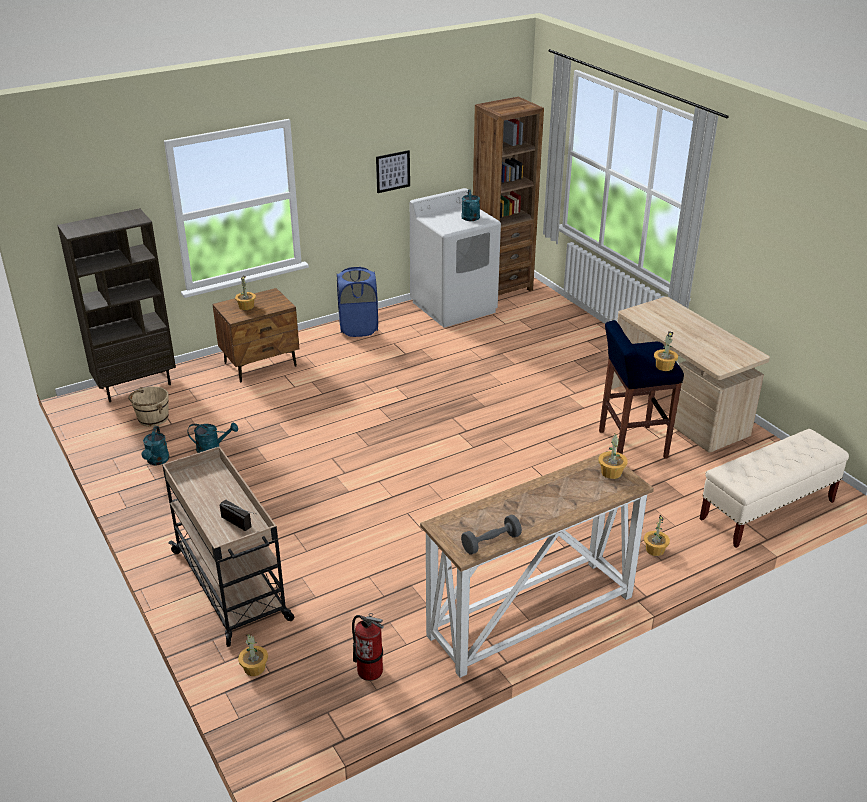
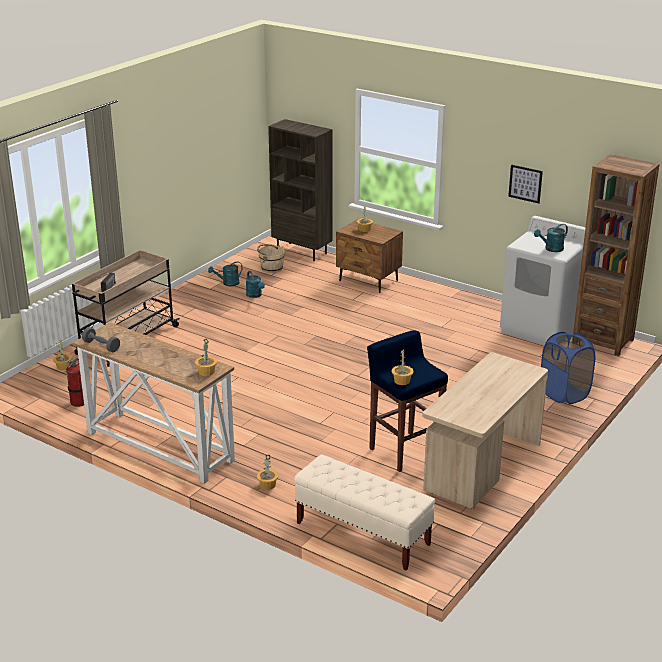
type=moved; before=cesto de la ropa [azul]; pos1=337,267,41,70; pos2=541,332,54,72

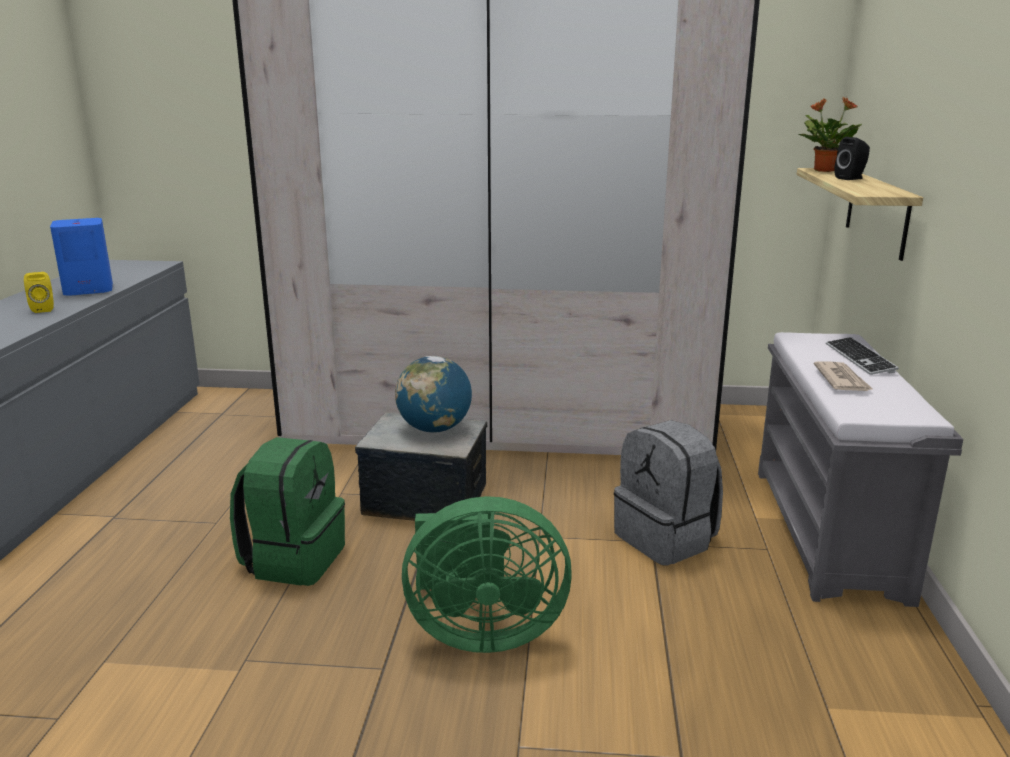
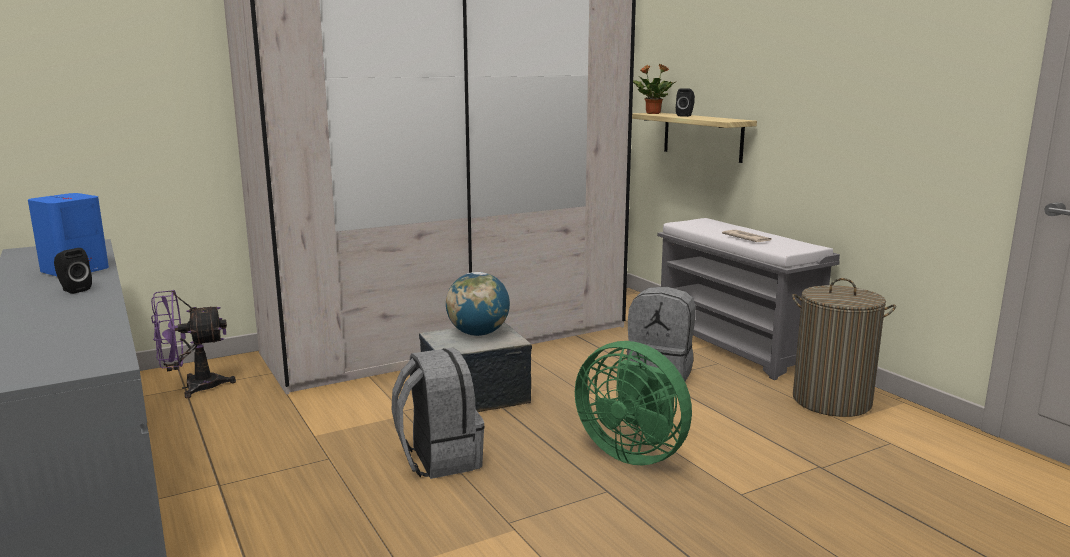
type=recoloured; before=altavoz [amarillo]; after=altavoz [negro]; pos1=24,272,30,41; pos2=54,248,38,46
type=removed; before=teclado; pos1=826,337,73,38
type=recoloured; before=mochila [verde]; after=mochila [gris]; pos1=230,437,115,149; pos2=391,348,94,131
type=turned; before=ventilador [verde]; pos1=402,496,170,157; pos2=575,341,117,124; turn=75
type=added; after=cesto de la ropa; pos2=792,278,104,139
type=added; after=ventilador [morado]; pos2=151,290,85,108

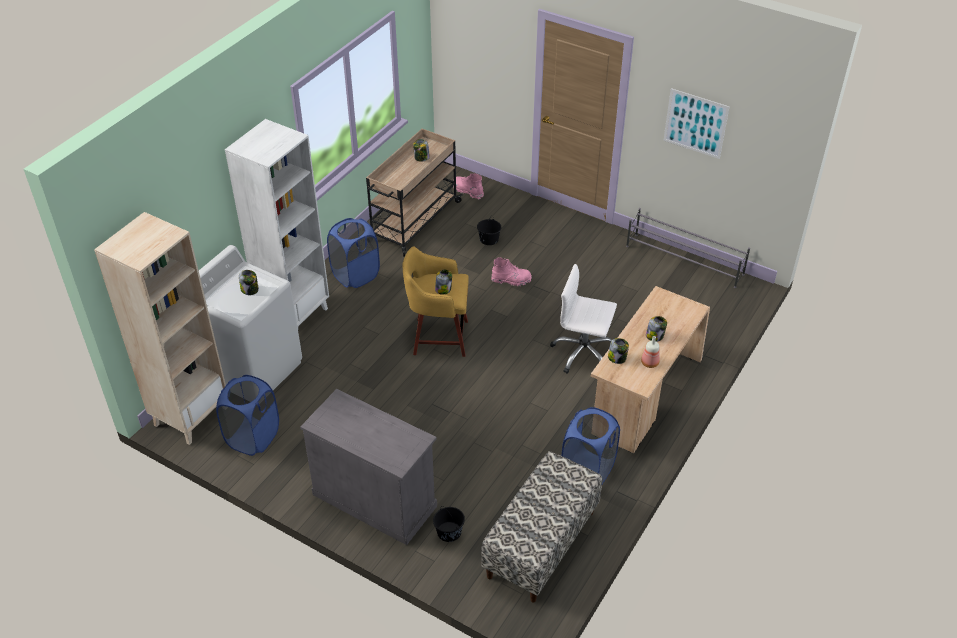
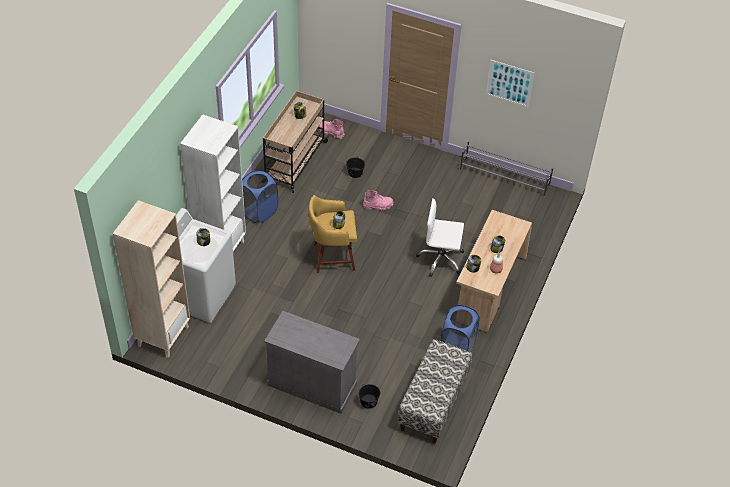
type=removed; before=cesto de la ropa [azul]; pos1=216,375,63,81

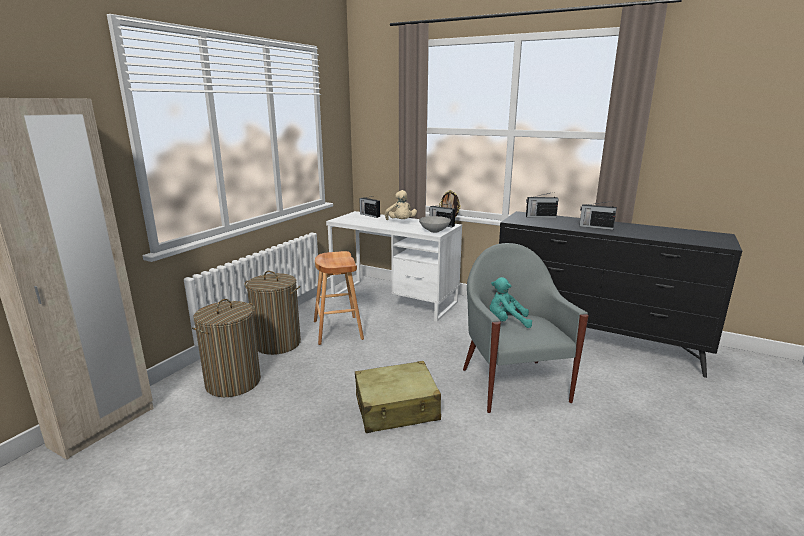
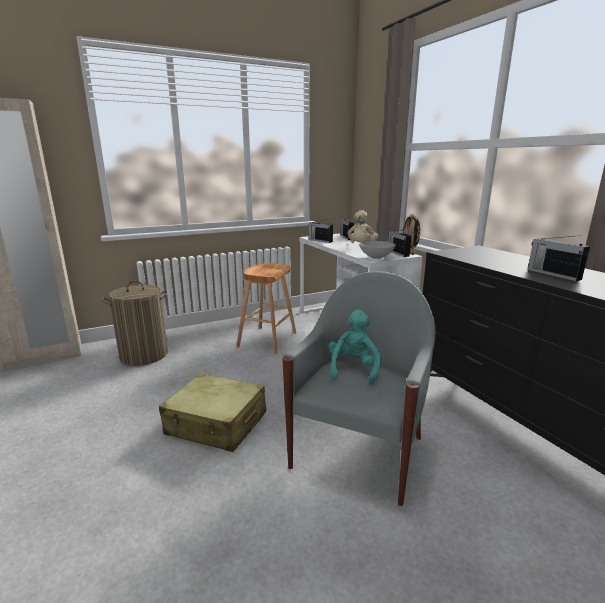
type=moved; before=radio; pos1=526,192,33,26; pos2=309,220,24,23
type=removed; before=cesto de la ropa; pos1=245,271,56,84
type=turned; before=peluche [turquesa]; pos1=490,277,42,51; pos2=329,309,52,76; turn=60

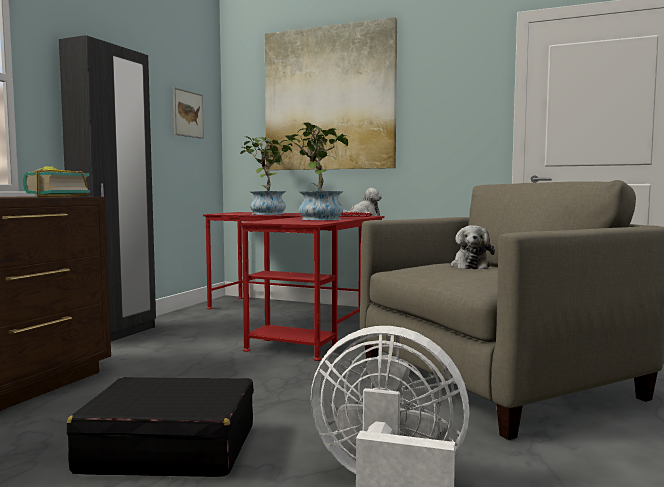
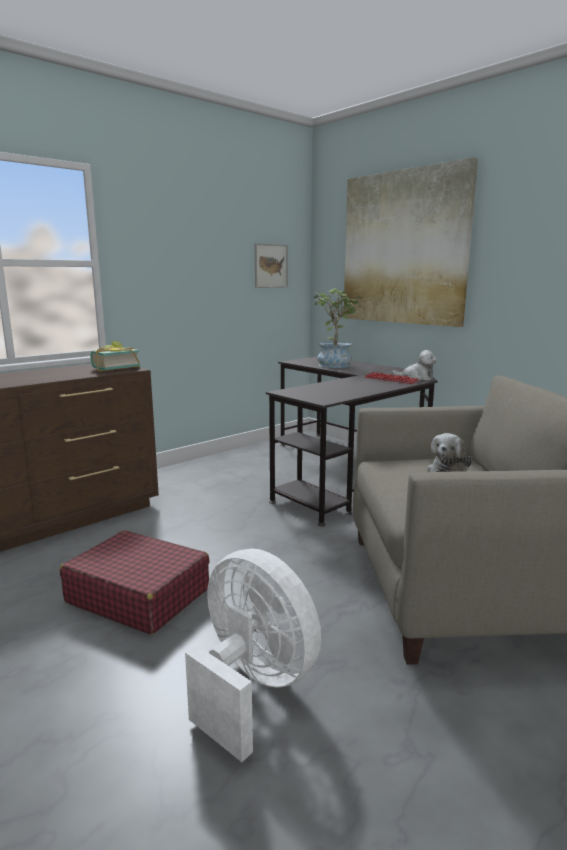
type=removed; before=armario ropero [negro]; pos1=59,35,97,306
type=removed; before=planta en maceta; pos1=279,123,72,97
type=recoloured; before=escritorio [rojo]; after=escritorio [negro]; pos1=203,212,182,149; pos2=266,356,172,170
type=recoloured; before=maleta [negro]; after=maleta [rojo]; pos1=67,377,187,100; pos2=60,530,150,105

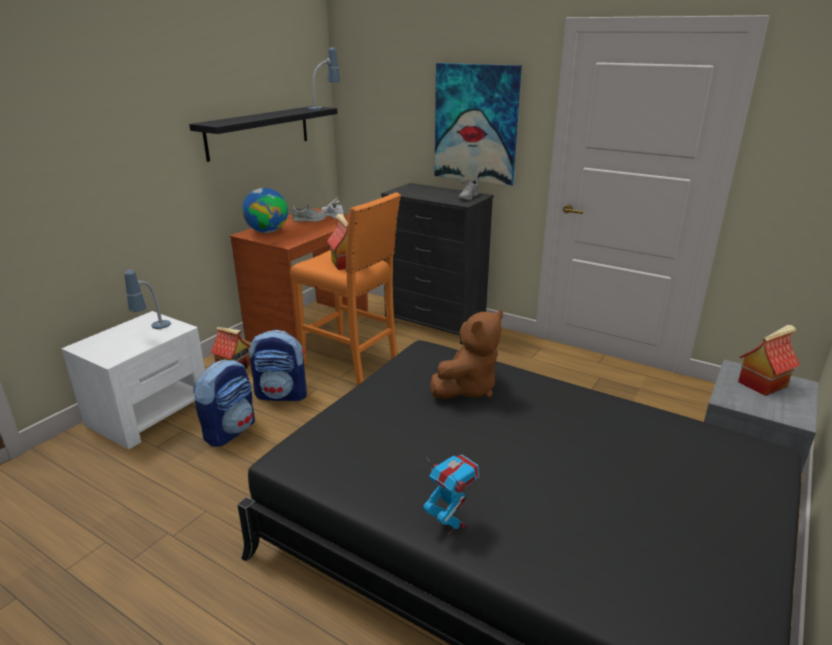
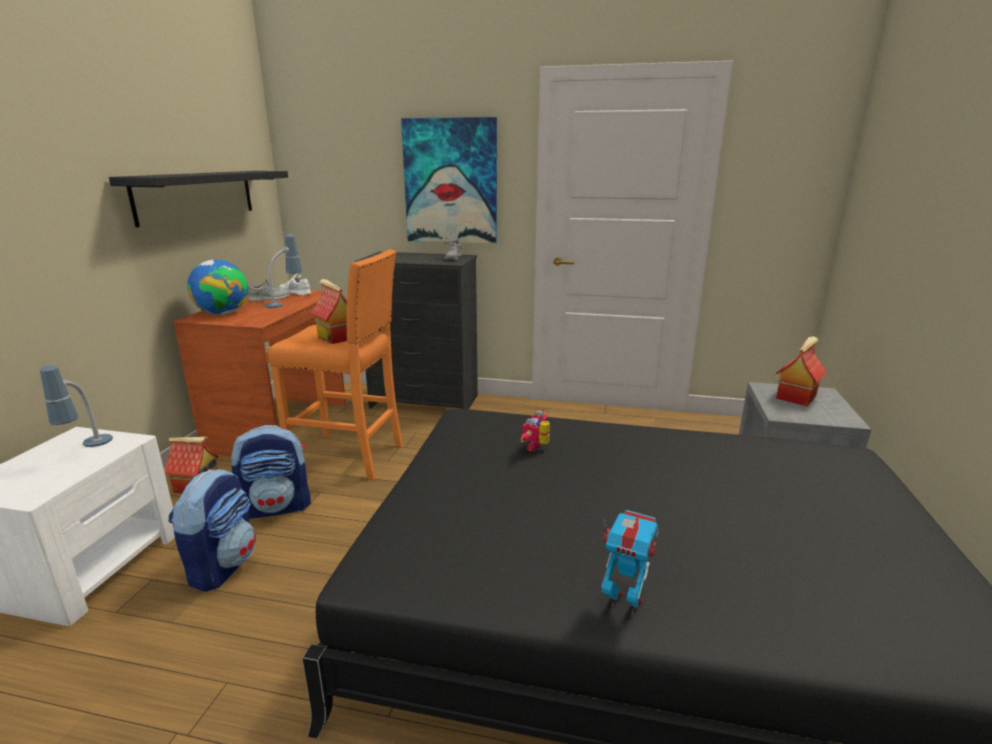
type=moved; before=lámpara de mesa; pos1=308,48,32,62; pos2=264,234,38,74
type=replaced; before=peluche [marrón]; after=robot de juguete; pos1=430,310,73,89; pos2=521,411,29,41

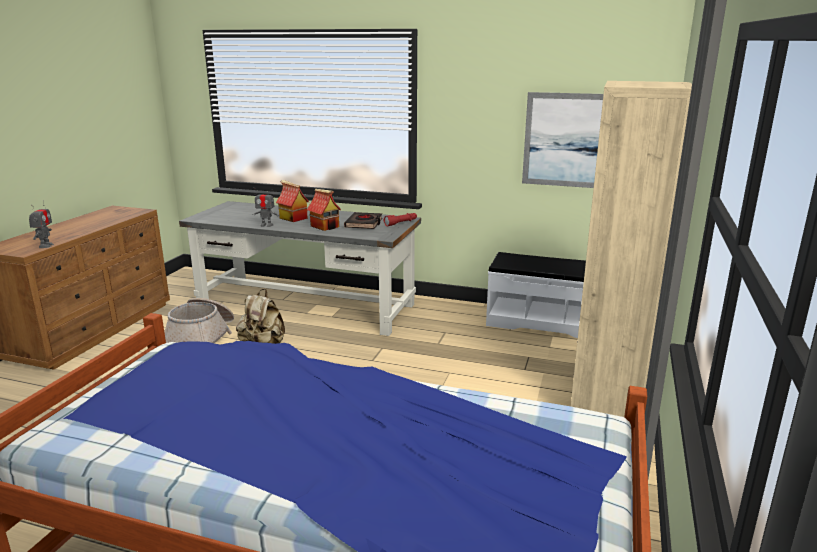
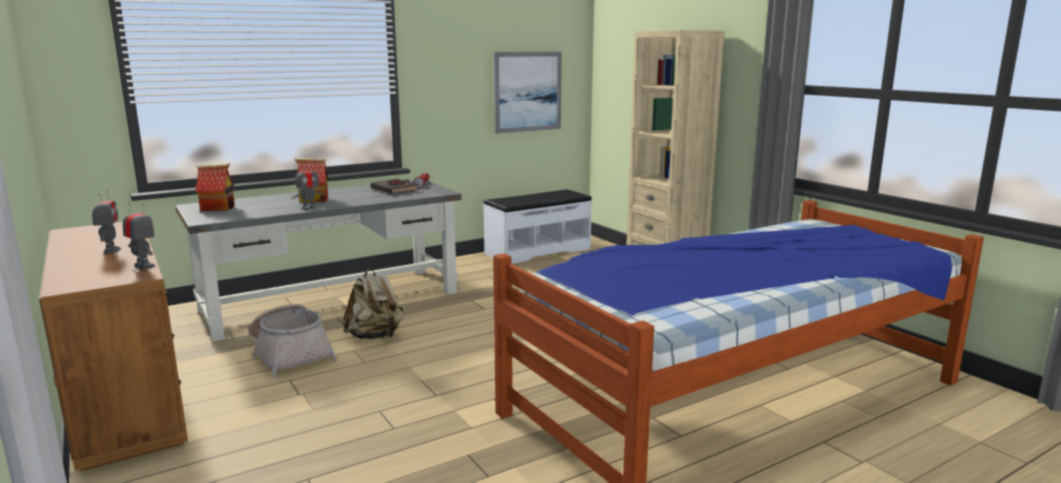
type=moved; before=casita; pos1=307,189,34,42; pos2=195,163,40,48
type=added; after=robot de juguete; pos2=92,190,29,64

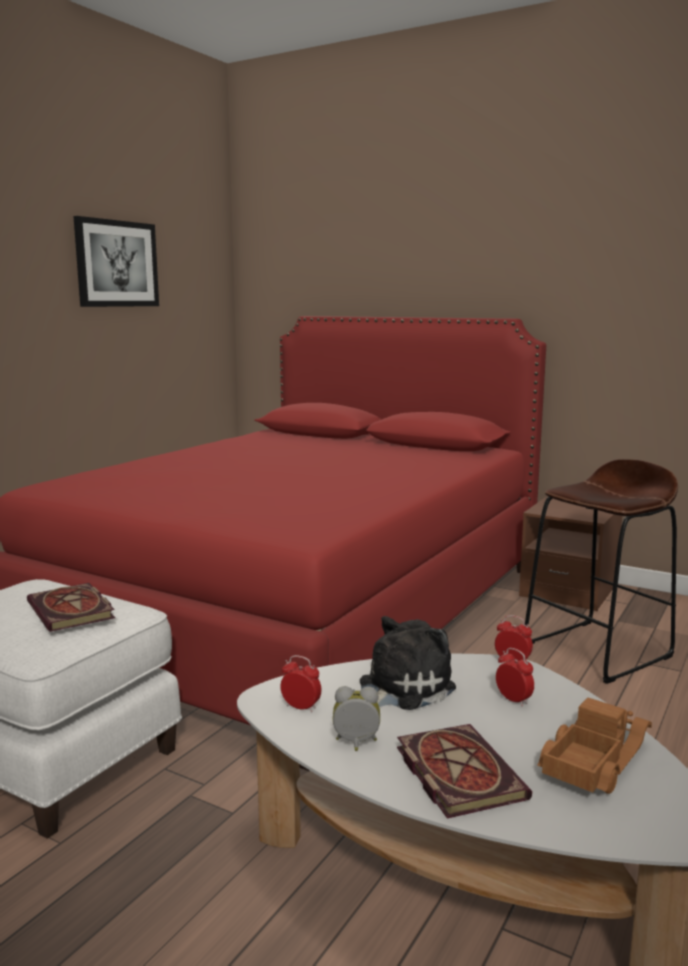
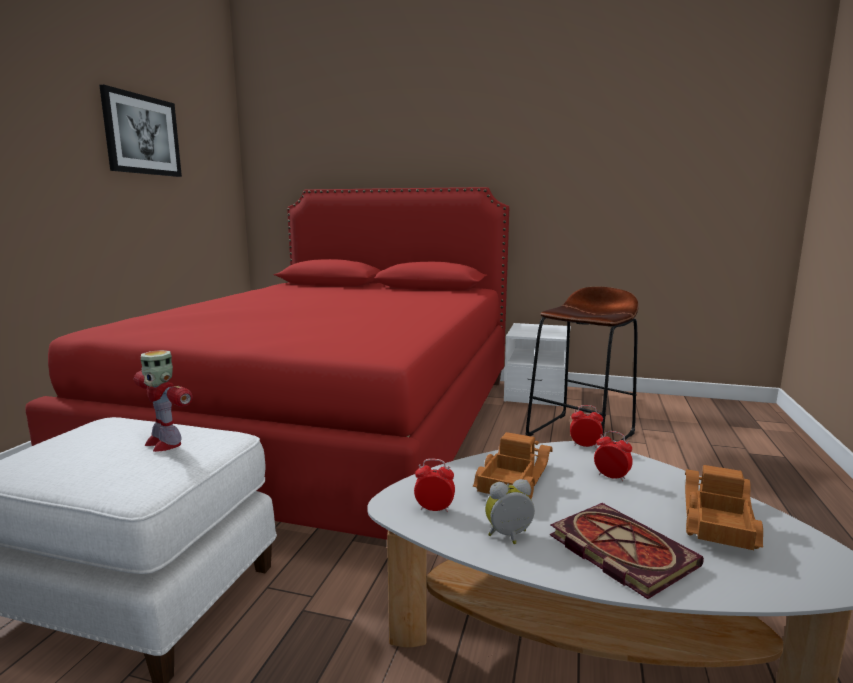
type=recoloured; before=mesita de noche [marrón]; after=mesita de noche [blanco]; pos1=519,496,103,115; pos2=504,323,67,84
type=replaced; before=libro; after=robot de juguete; pos1=27,583,88,49; pos2=134,350,58,102
type=replaced; before=peluche; after=camión de juguete; pos1=359,616,97,94; pos2=473,432,80,66

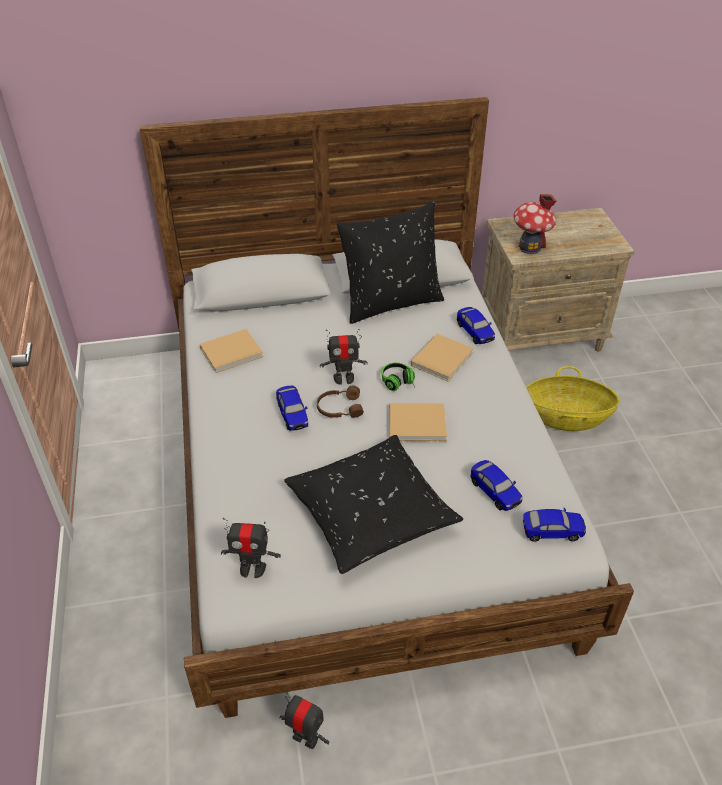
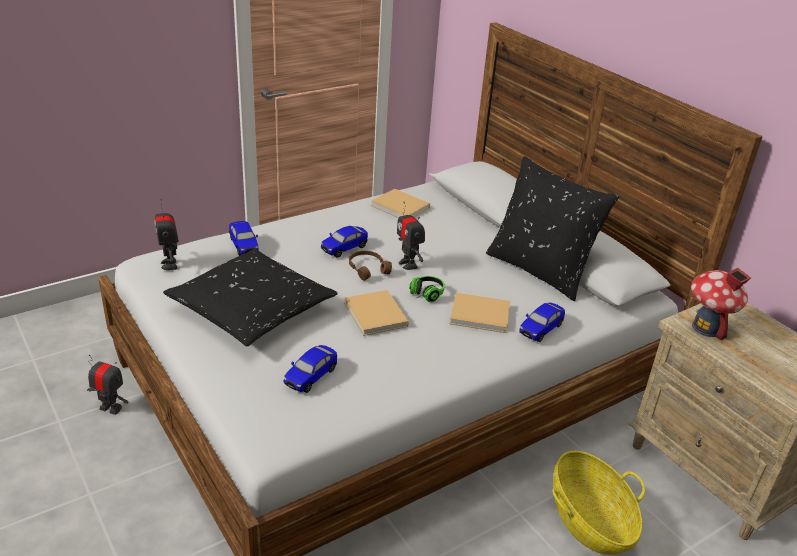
type=moved; before=coche de juguete; pos1=523,508,63,34; pos2=229,221,30,35
type=turned; before=robot de juguete; pos1=279,692,50,57; pos2=87,355,41,60; turn=-75

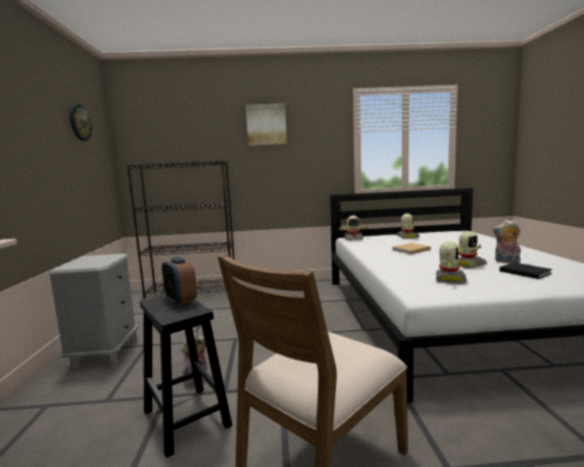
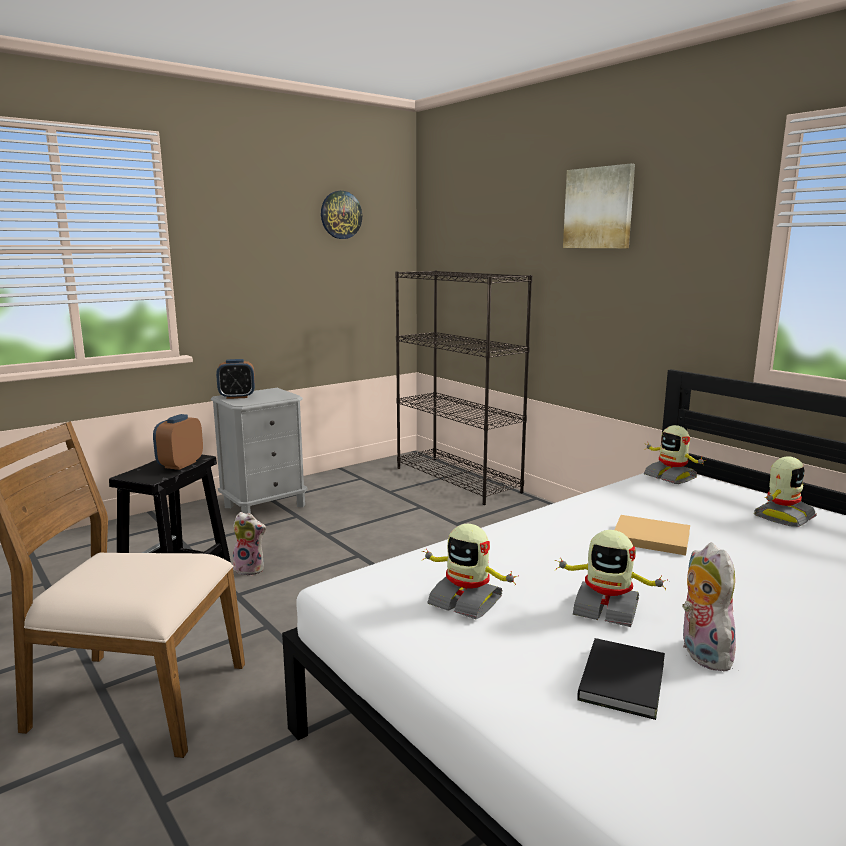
type=turned; before=robot de juguete; pos1=436,241,31,43; pos2=421,524,98,95; turn=45
type=added; after=despertador; pos2=216,359,39,40

